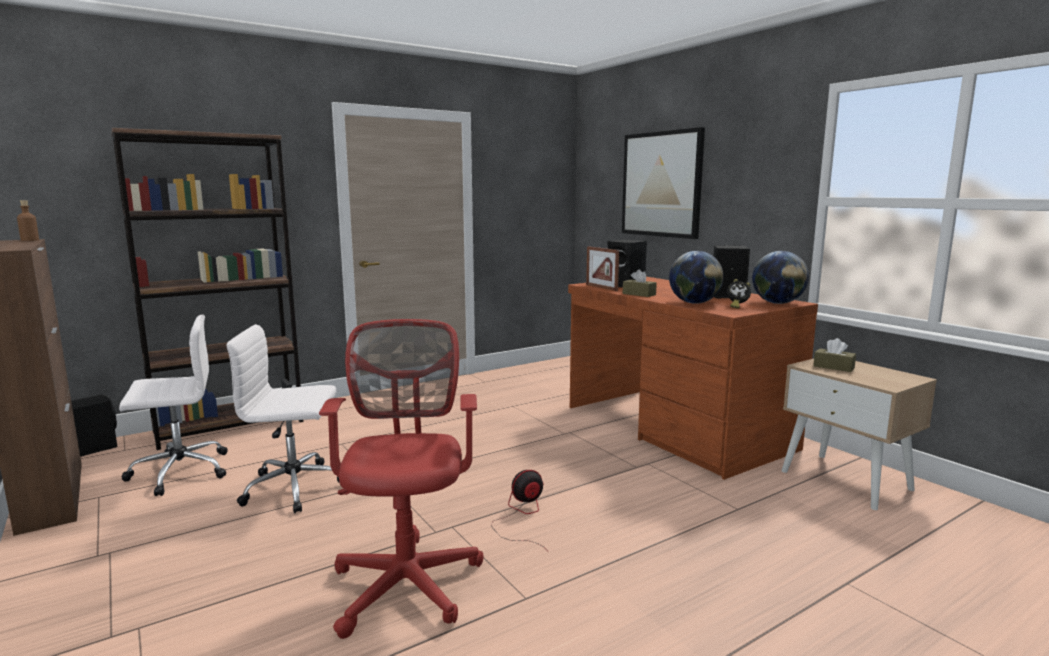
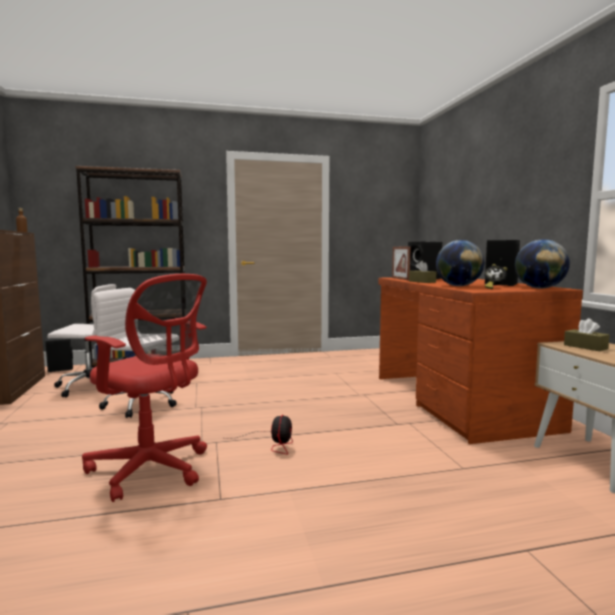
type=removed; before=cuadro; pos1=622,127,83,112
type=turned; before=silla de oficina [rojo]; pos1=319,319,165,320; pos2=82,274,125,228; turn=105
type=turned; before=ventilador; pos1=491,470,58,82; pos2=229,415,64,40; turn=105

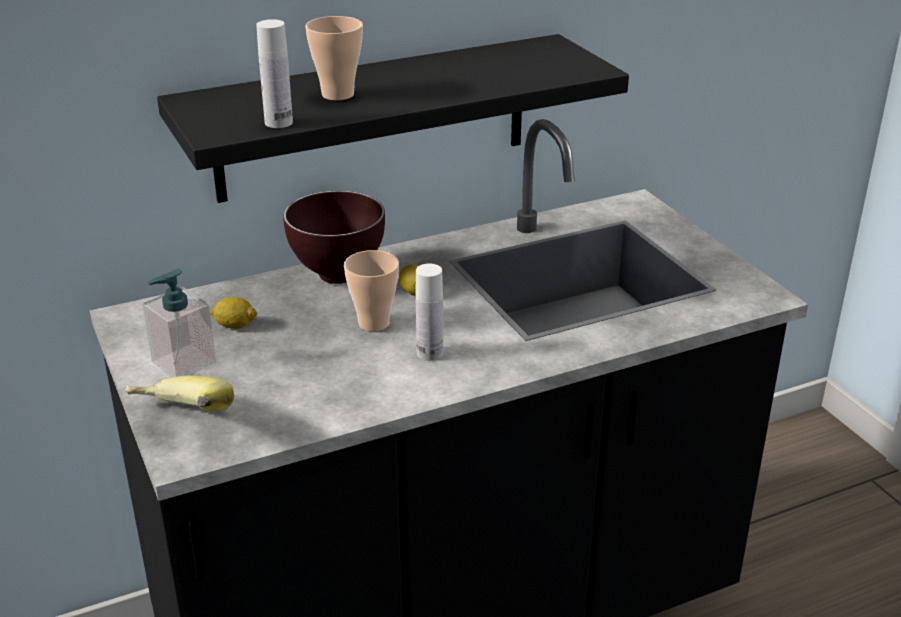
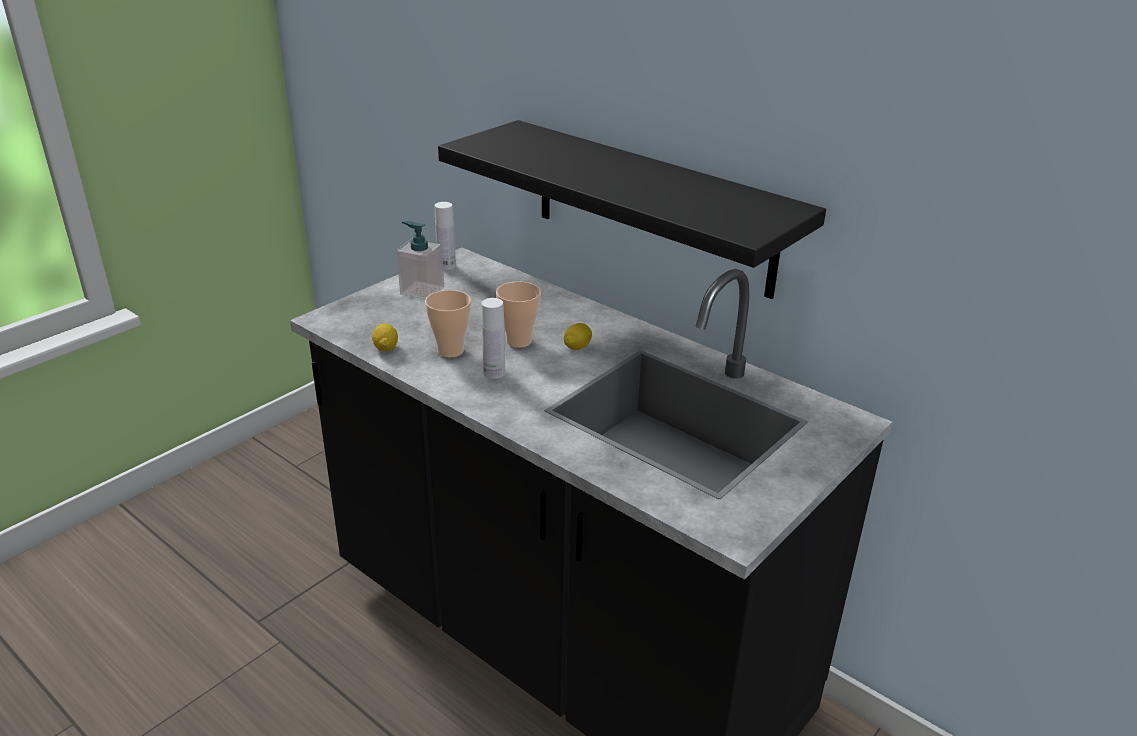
type=moved; before=taza; pos1=305,16,58,85; pos2=425,290,46,68
type=moved; before=botella [blanco]; pos1=256,19,37,109; pos2=435,202,21,68
type=removed; before=cuenco [marrón]; pos1=283,191,102,93
type=moved; before=limón; pos1=210,297,48,32; pos2=372,323,26,28
type=removed; before=plátano; pos1=125,376,109,36

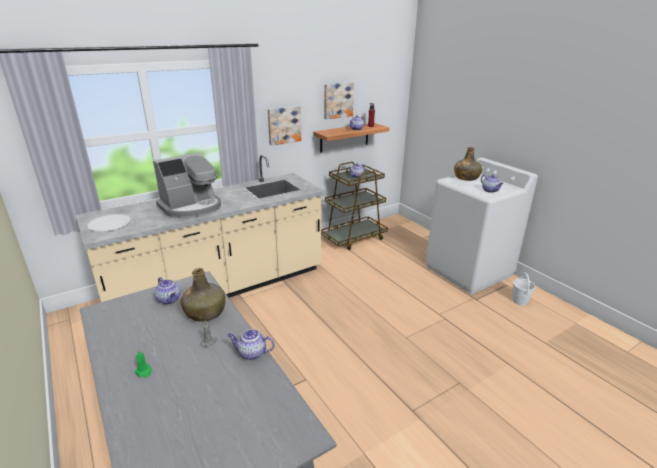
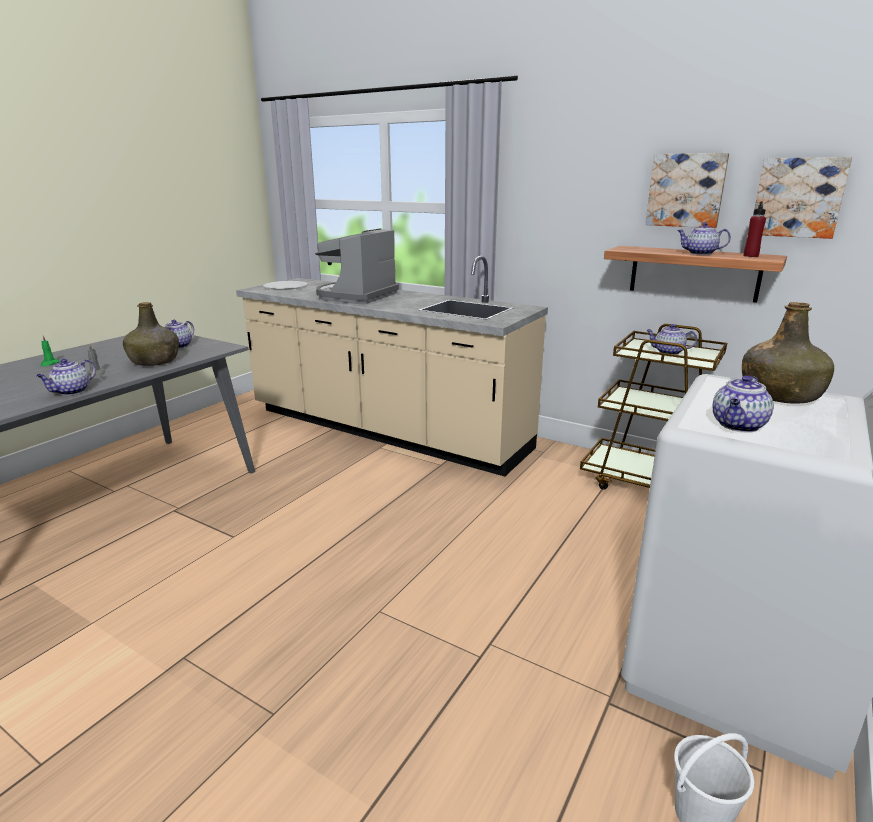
type=moved; before=cuadro; pos1=268,106,33,39; pos2=755,157,97,82
type=turned; before=cafetera; pos1=153,152,68,67; pos2=315,228,84,76; turn=90
type=turned; before=tetera; pos1=227,329,48,31; pos2=36,359,60,36; turn=-135

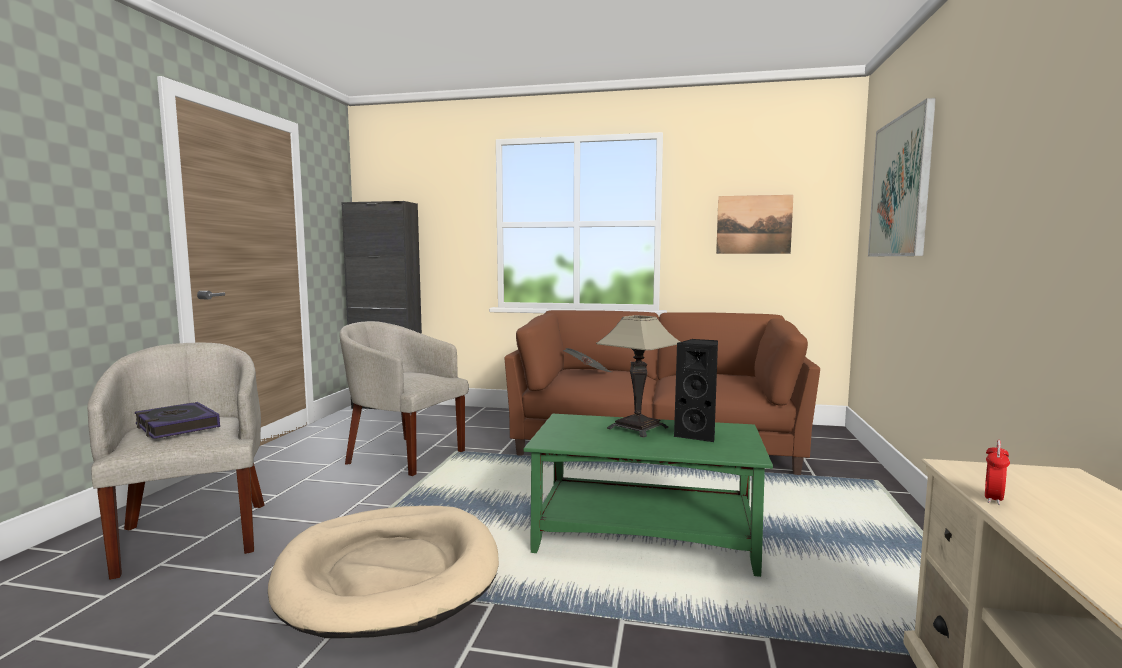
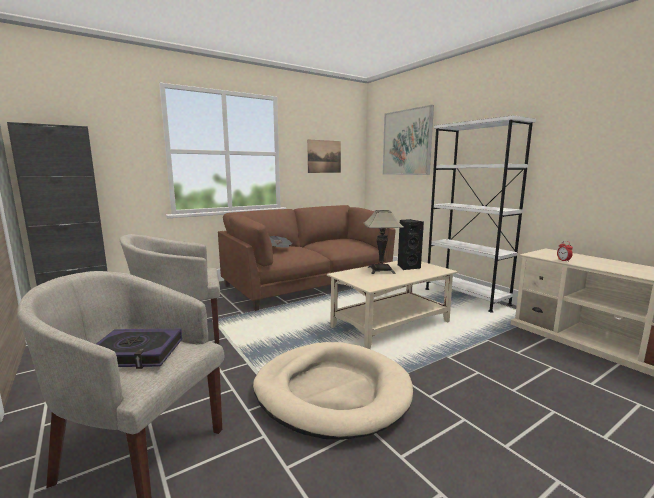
type=recoloured; before=mesa de centro [verde]; after=mesa de centro [beis]; pos1=524,414,249,163; pos2=327,261,131,88
type=added; after=estantería [blanco]; pos2=425,115,111,198

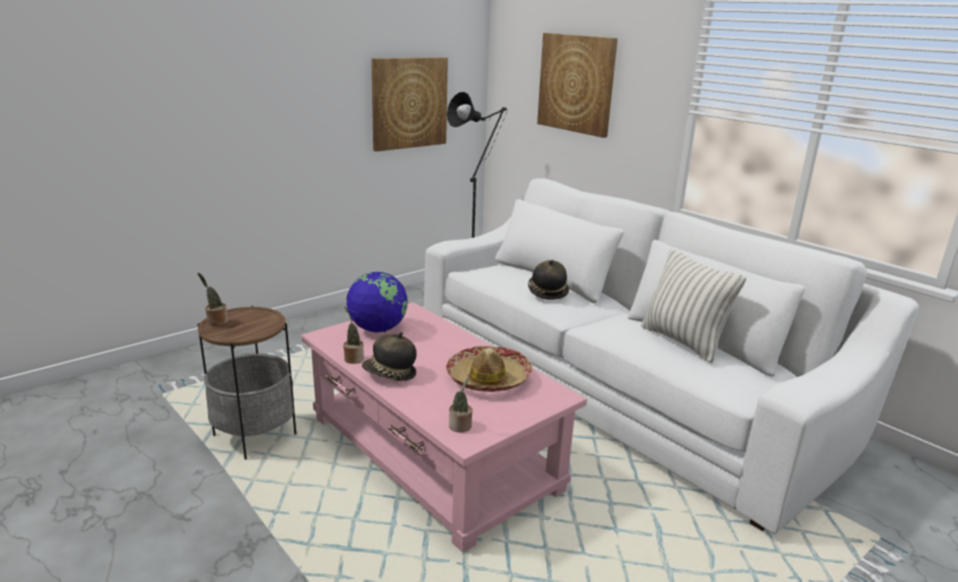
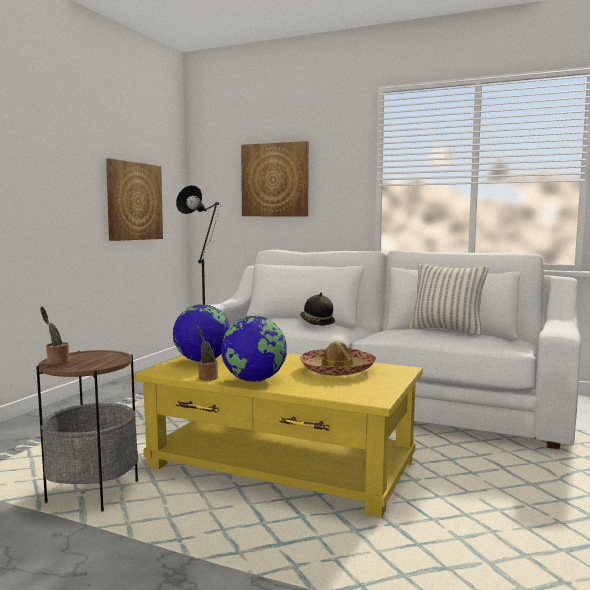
type=recoloured; before=mesa de centro [rosa]; after=mesa de centro [amarillo]; pos1=301,302,286,251; pos2=134,354,289,164
type=replaced; before=sombrero; after=globo terráqueo; pos1=362,332,54,49; pos2=221,316,66,66
type=removed; before=planta en maceta; pos1=449,376,24,57

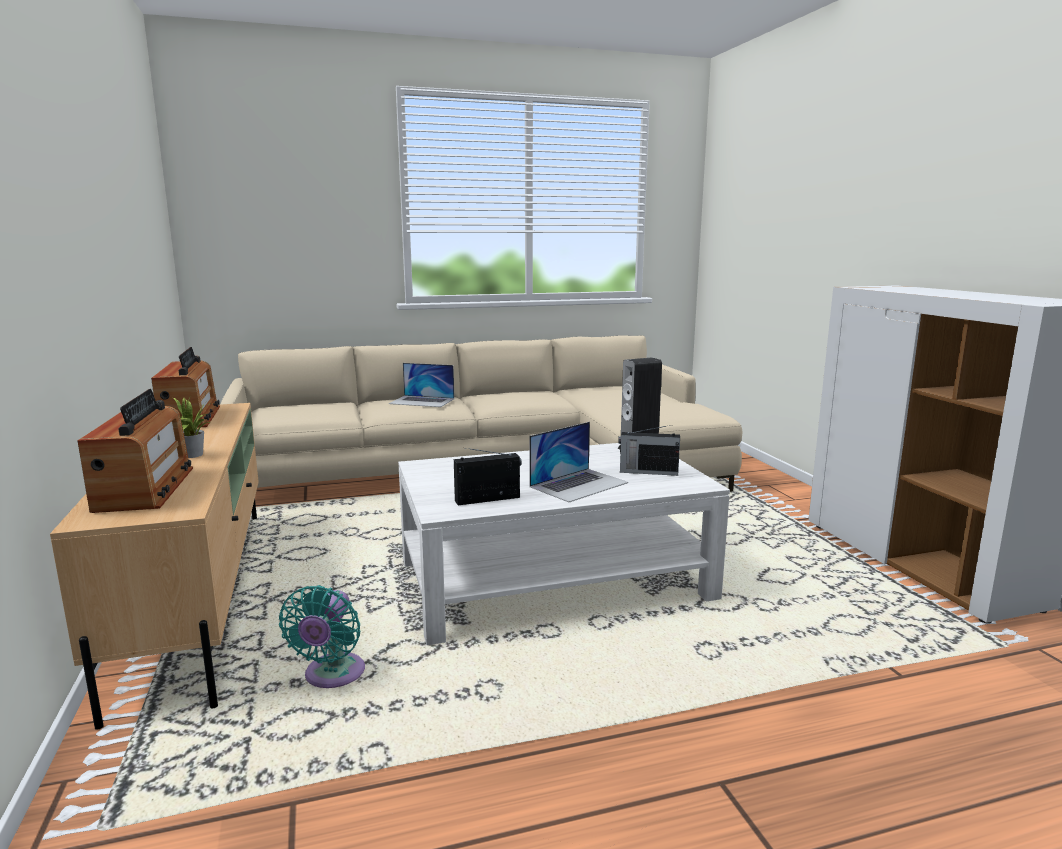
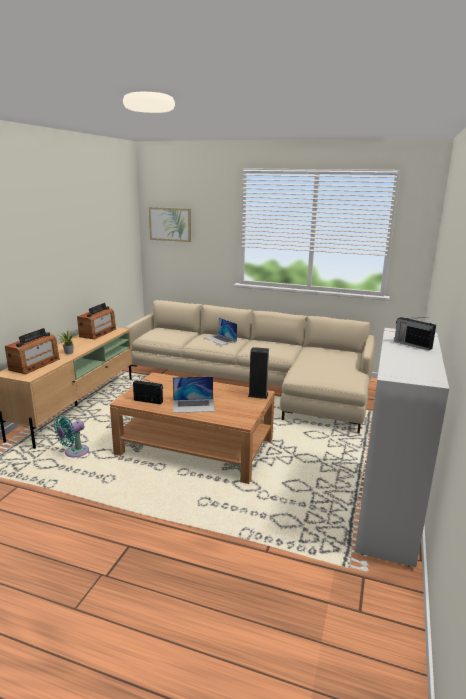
type=moved; before=radio; pos1=618,425,62,51; pos2=394,317,42,33
type=recoloured; before=mesa de centro [blanco]; after=mesa de centro [marrón]; pos1=398,443,332,202; pos2=110,372,165,112
type=added; after=cuadro; pos2=149,207,42,35

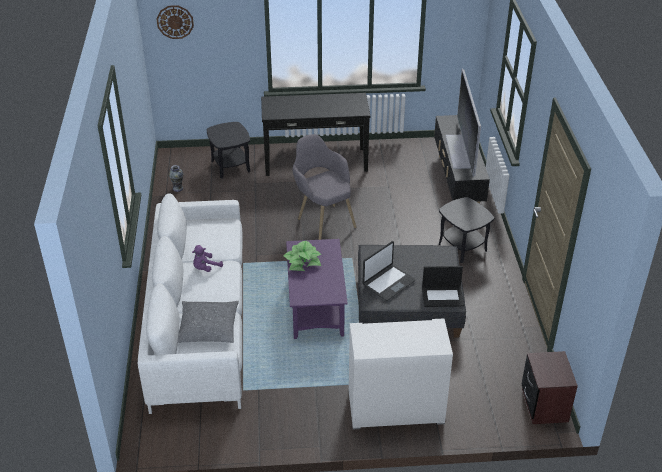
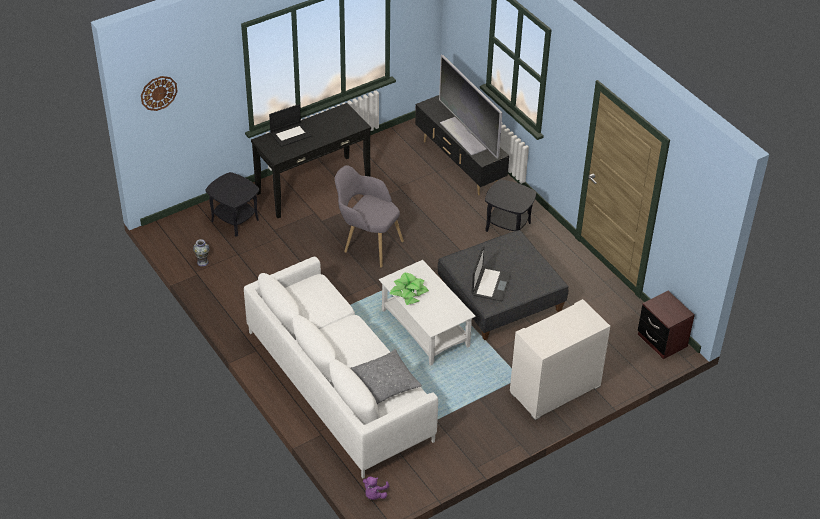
type=recoloured; before=mesa de centro [morado]; after=mesa de centro [blanco]; pos1=286,239,62,100; pos2=379,260,96,106
type=moved; before=peluche [morado]; pos1=192,245,31,27; pos2=363,477,27,23
type=moved; before=portátil; pos1=422,266,42,41; pos2=269,104,43,43

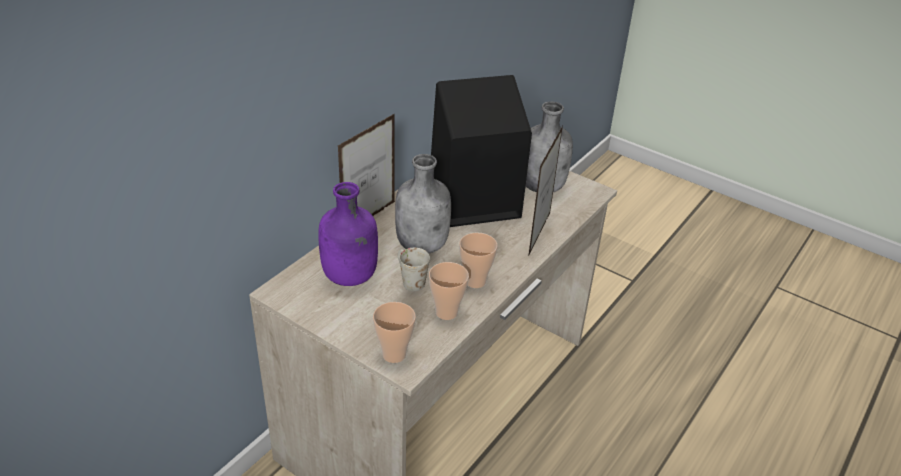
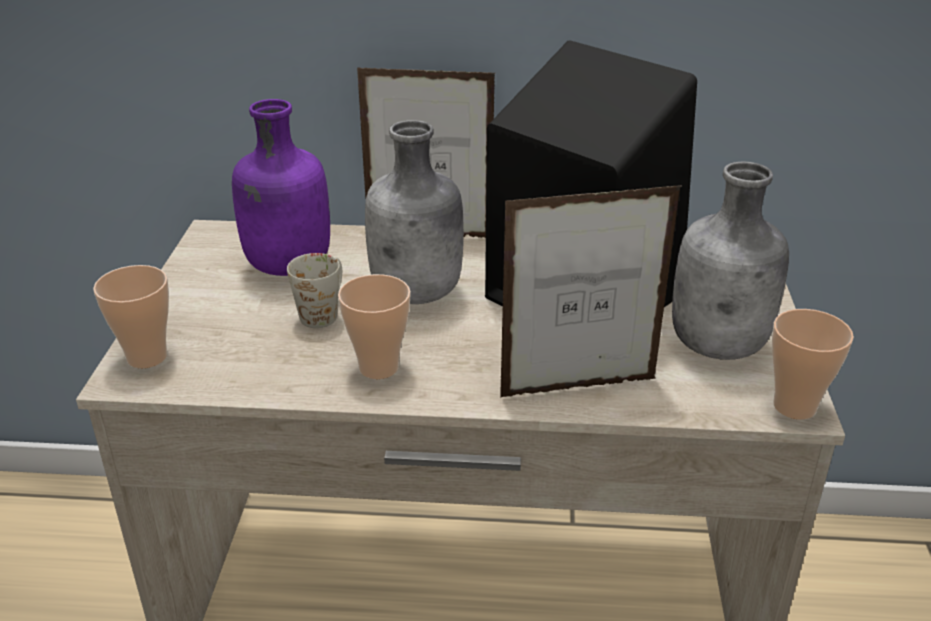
type=moved; before=taza; pos1=429,262,40,58; pos2=772,309,82,110

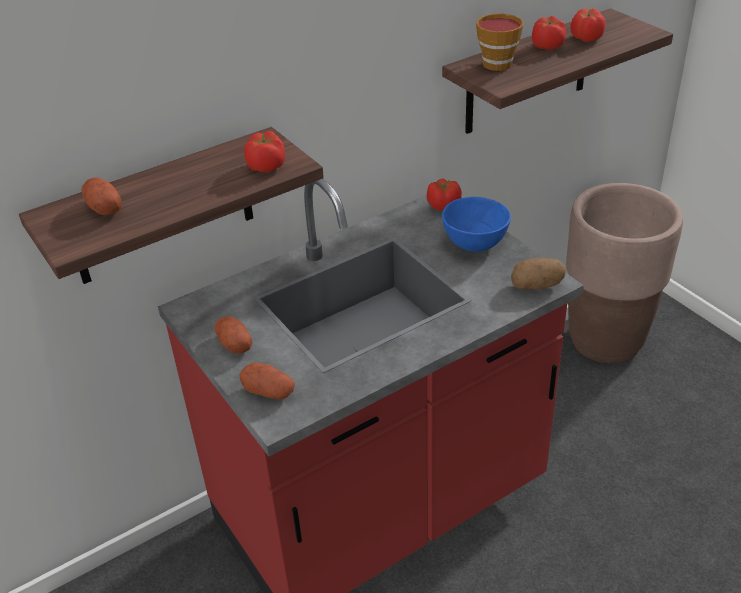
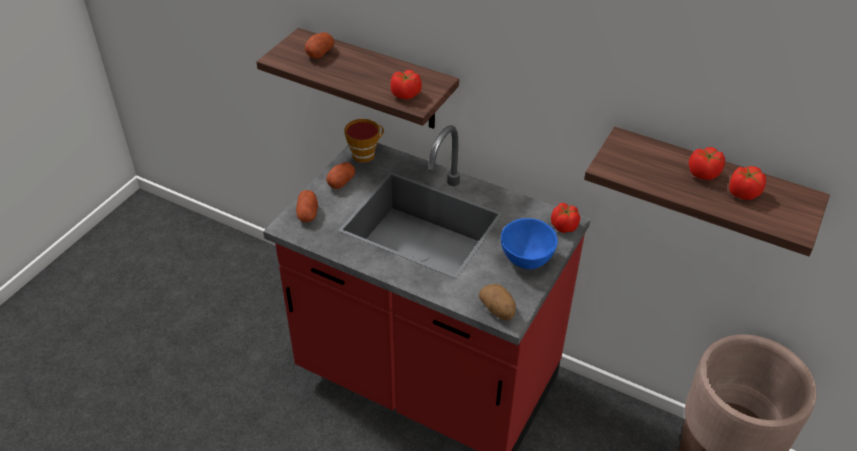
type=moved; before=taza; pos1=476,13,48,58; pos2=344,119,40,44

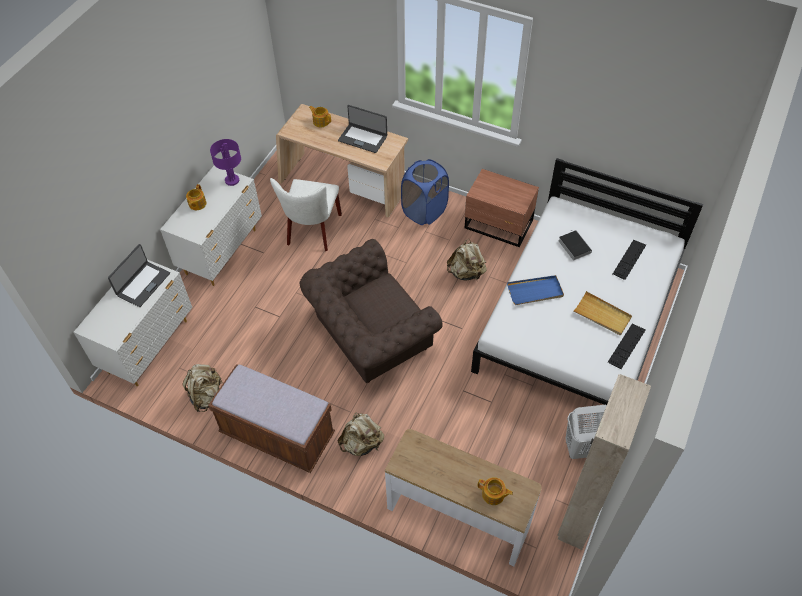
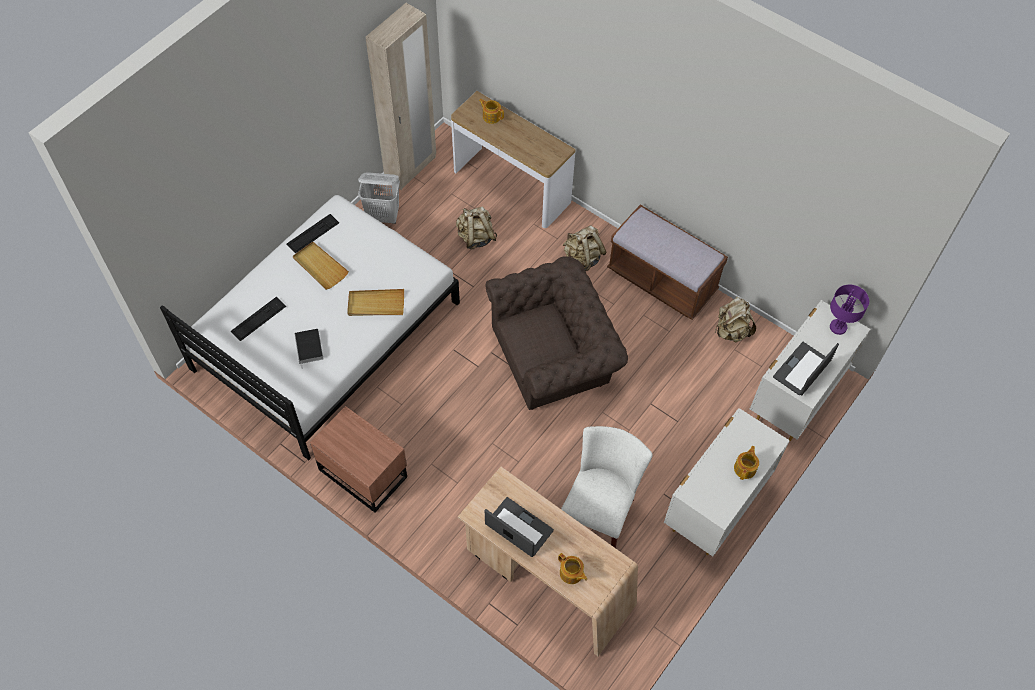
type=moved; before=lámpara de mesa [morado]; pos1=210,139,31,47; pos2=830,285,39,50
type=removed; before=cesto de la ropa [azul]; pos1=401,159,48,66
type=moved; before=mochila [beis]; pos1=447,239,40,41; pos2=456,206,41,43
type=recoloured; before=bandeja [azul]; after=bandeja [beis]; pos1=507,275,57,30; pos2=347,289,57,27

